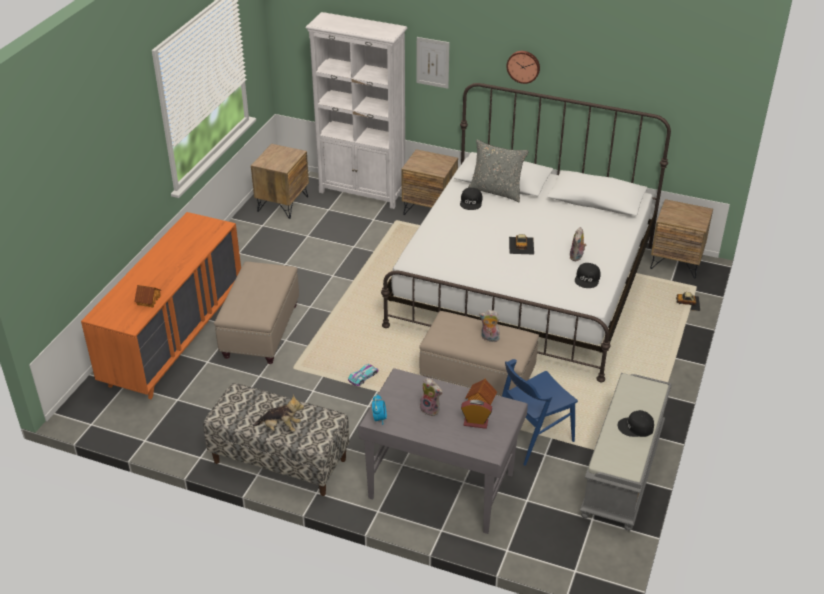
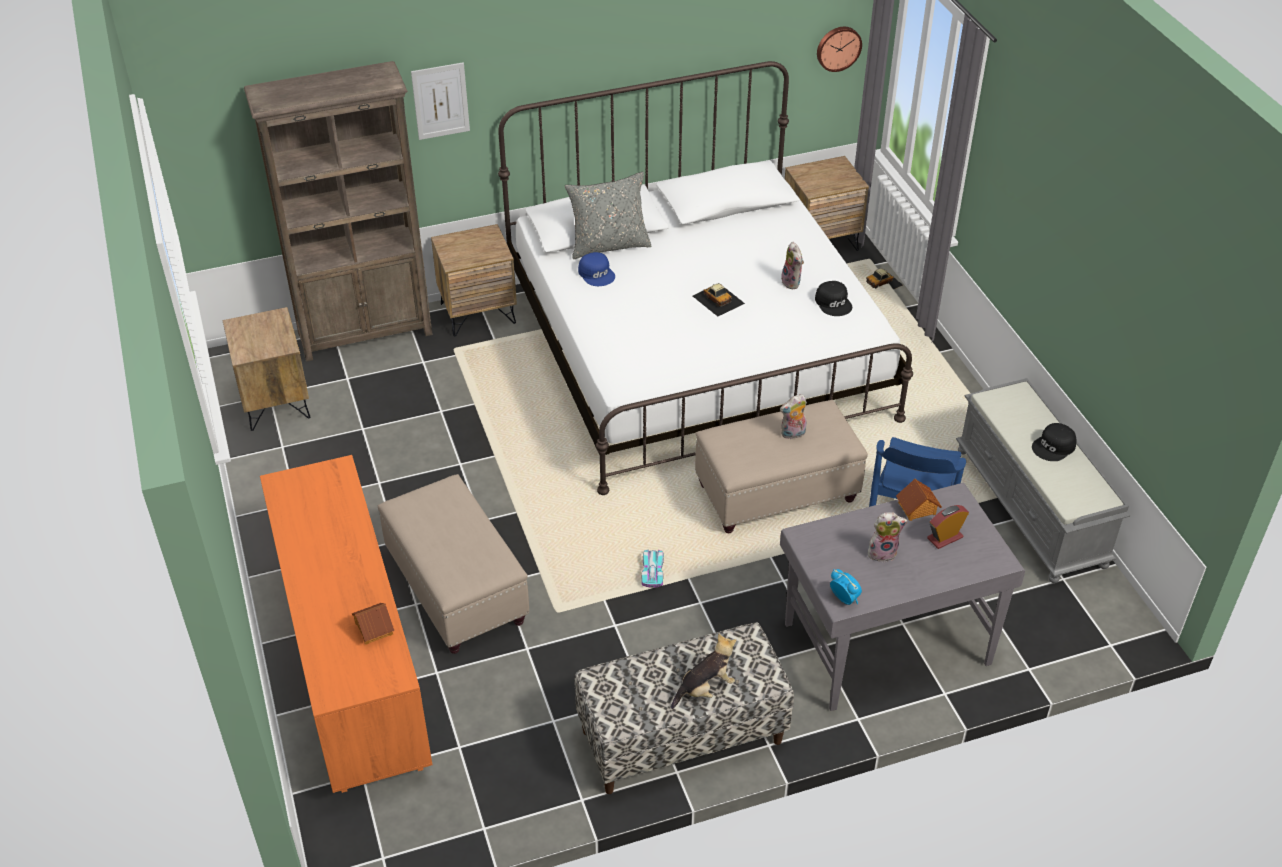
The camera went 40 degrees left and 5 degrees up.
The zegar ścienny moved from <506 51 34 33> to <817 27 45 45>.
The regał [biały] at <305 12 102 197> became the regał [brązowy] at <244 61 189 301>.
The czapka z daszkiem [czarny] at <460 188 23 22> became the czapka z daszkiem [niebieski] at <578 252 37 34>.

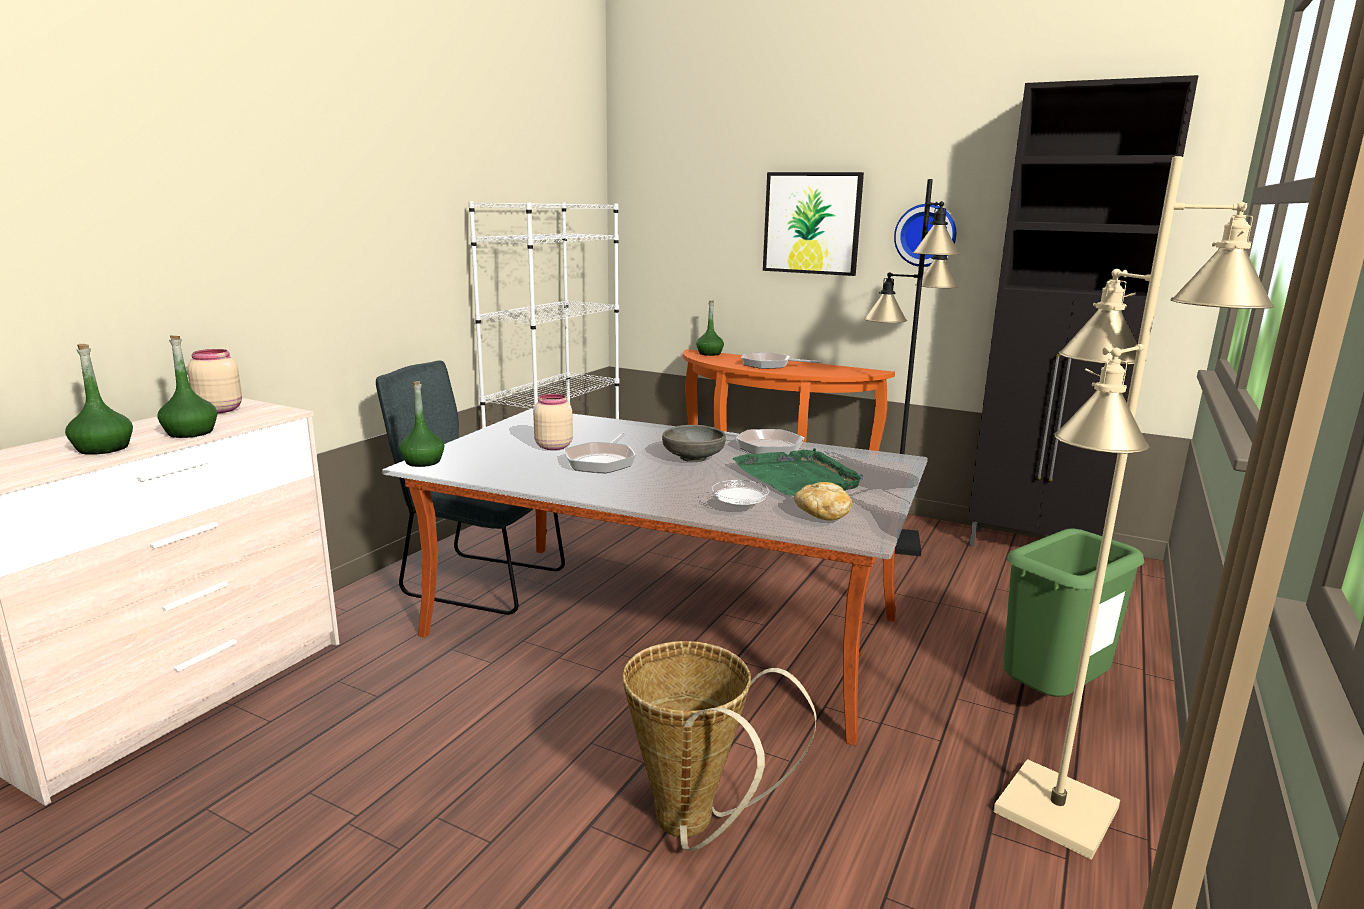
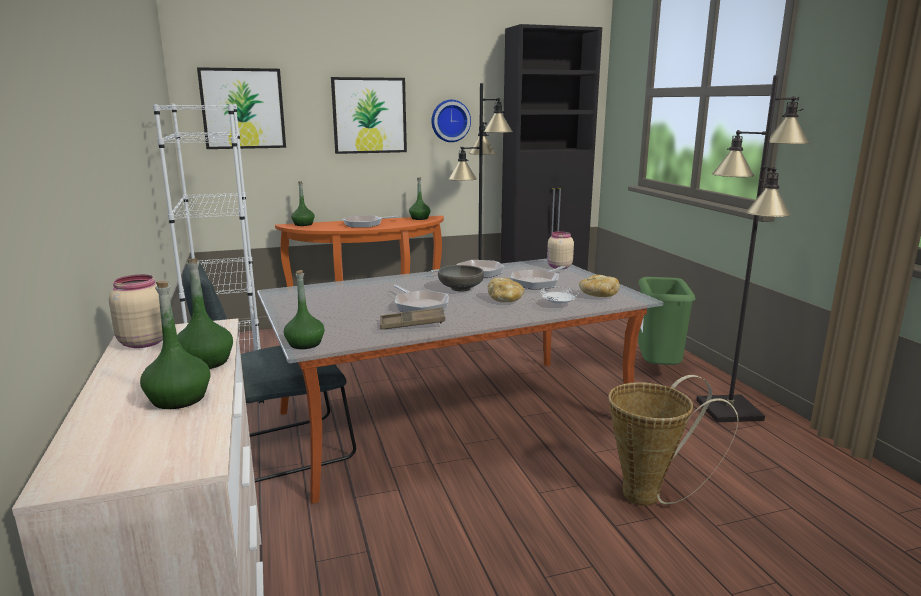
The camera went 45 degrees left and 0 degrees up.
The obraz at <197 67 89 82> appeared.
The taca [brązowy] at <380 307 65 22> appeared.
The butelka [zielony] at <409 177 22 43> appeared.
The chleb at <488 278 36 24> appeared.
The słoik [beżowy] moved from <533 394 40 56> to <547 231 27 38>.
The taca [zielony] at <733 448 130 48> was replaced by the patelnia at <511 266 54 24>.
The lampa stojąca [beżowy] at <993 156 282 704> became the lampa stojąca [czarny] at <696 75 114 347>.

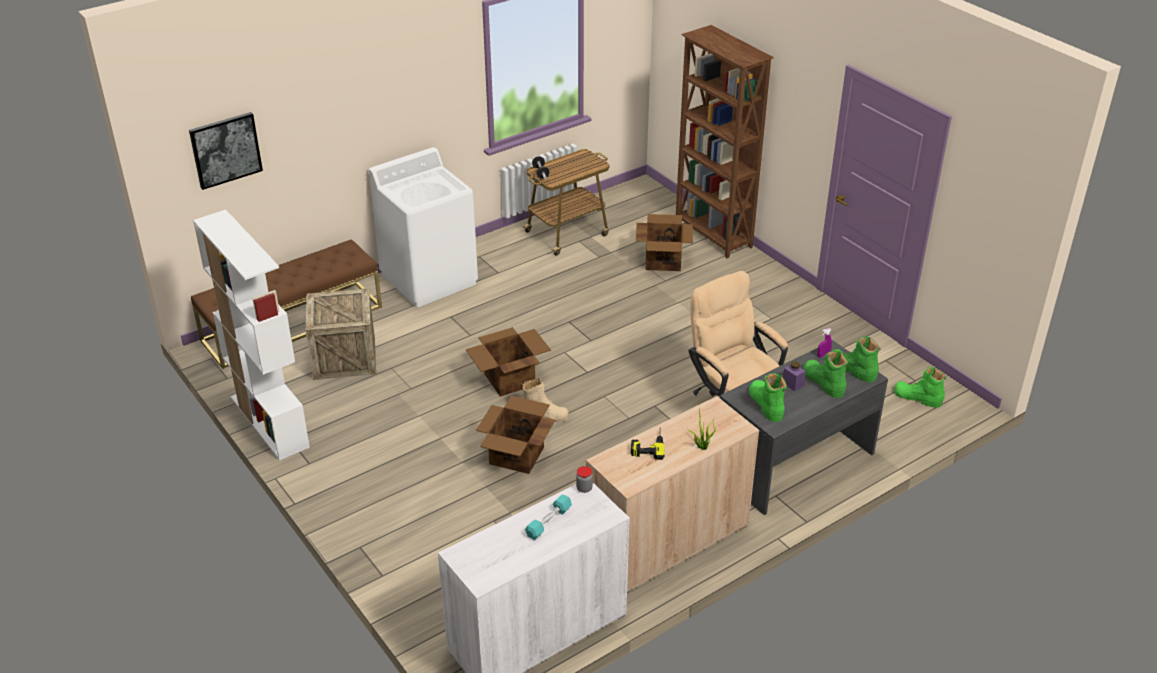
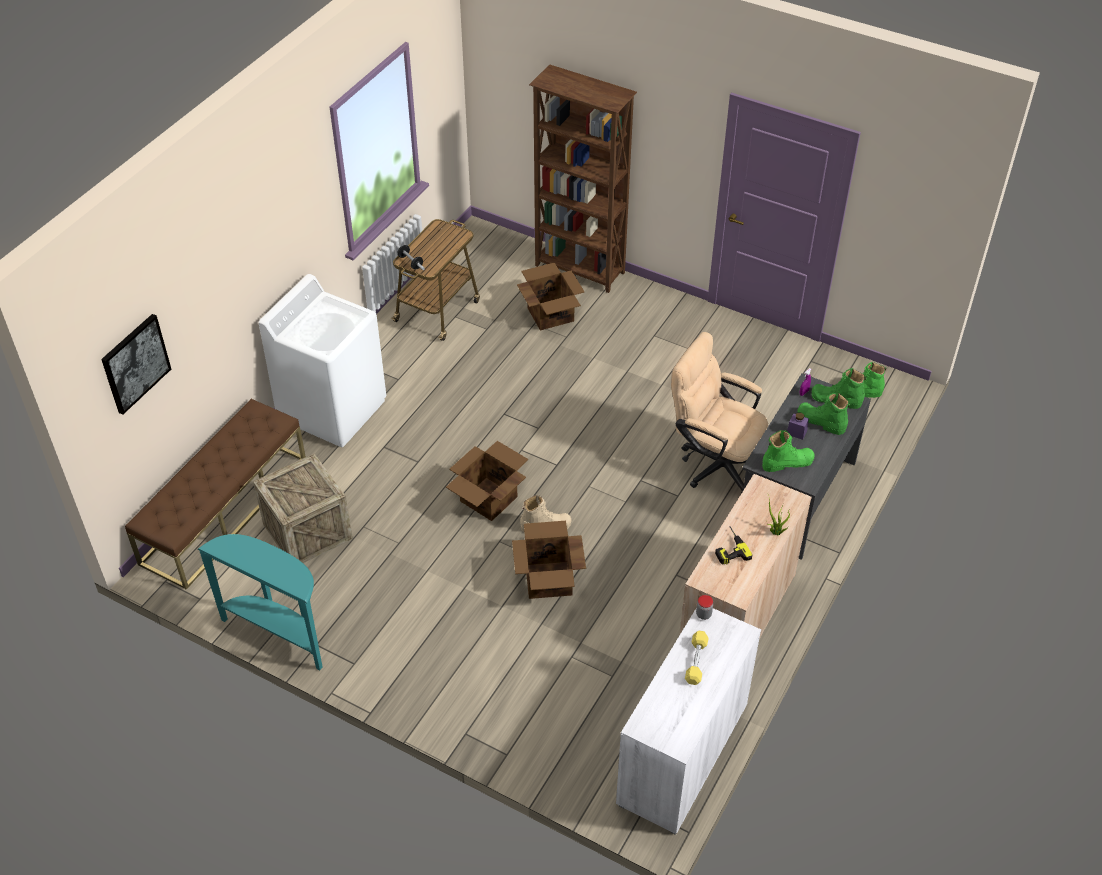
The camera went 25 degrees left and 10 degrees up.
The regał [biały] at <193 210 117 251> was replaced by the stolik konsolowy [turkusowy] at <198 534 124 136>.
The hantel [turkusowy] at <525 494 47 46> became the hantel [żółty] at <685 631 24 54>.
The but z cholewką [zielony] at <749 373 38 49> turned 120 degrees clockwise.

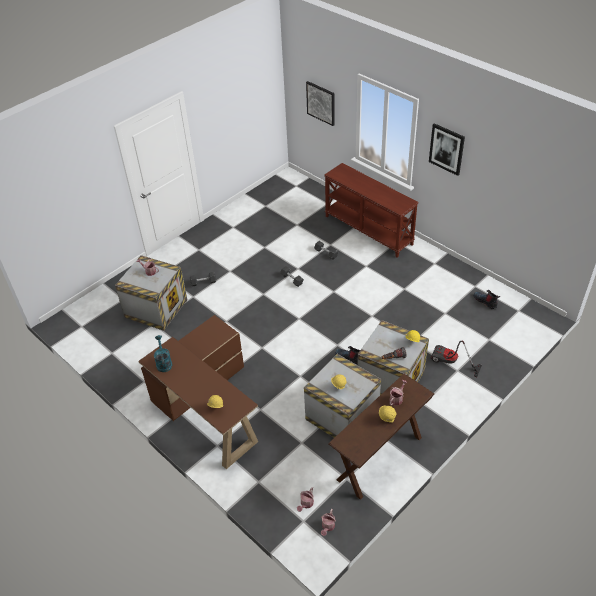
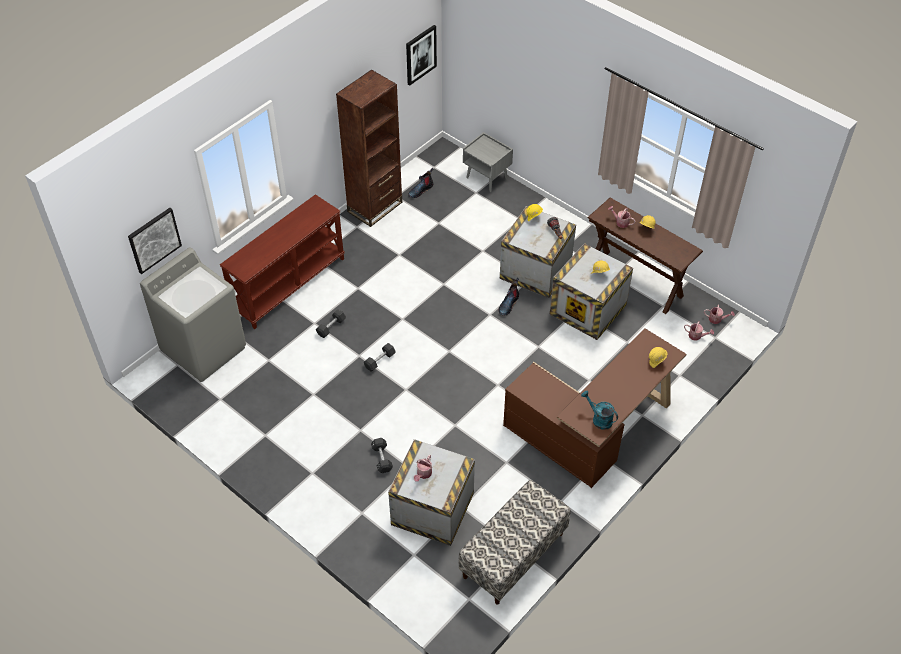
The camera went 95 degrees left and 5 degrees up.
The odkurzacz at <431 341 51 36> disappeared.
The pralka [szary] at <140 247 106 135> appeared.
The regał [brązowy] at <336 70 66 157> appeared.
The ławka at <459 480 112 125> appeared.
The szafka nocna [szary] at <463 132 50 60> appeared.
The obraz moved from <429 123 36 53> to <406 25 31 60>.
The konewka [turkusowy] at <154 335 18 37> turned 60 degrees clockwise.

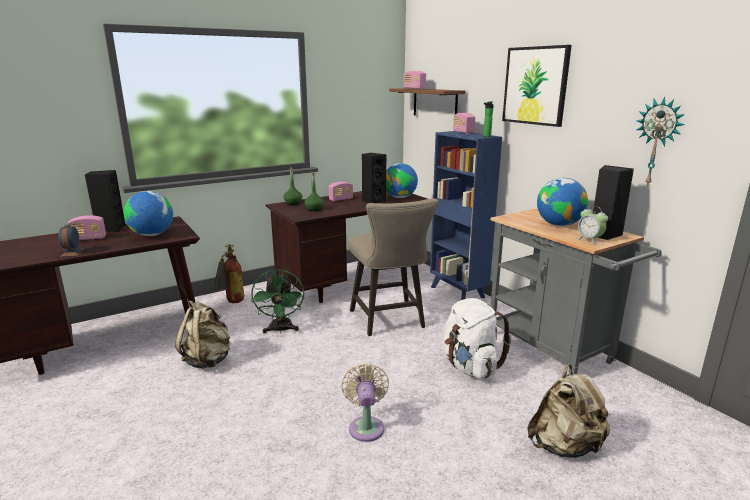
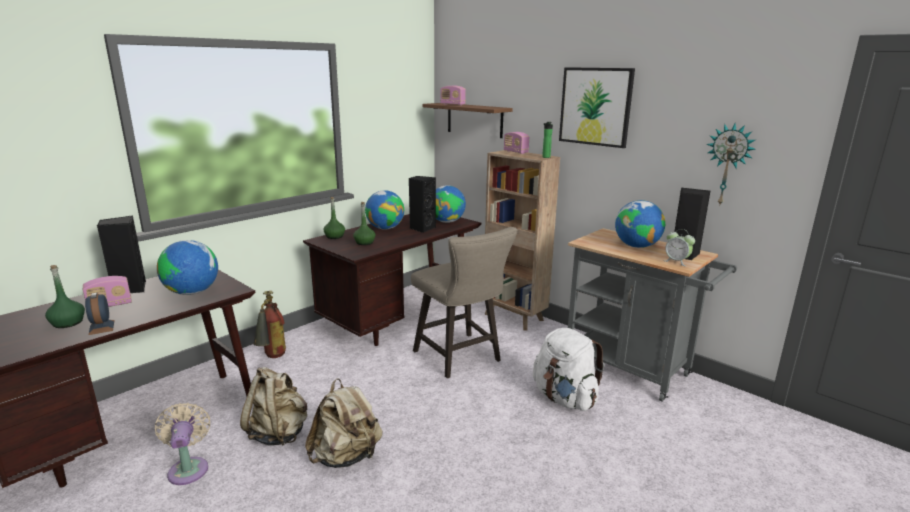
The camera went 15 degrees left and 0 degrees up.
The wentylator [zielony] at <251 269 53 64> disappeared.
The butelka [zielony] at <45 265 40 63> appeared.
The wentylator [beżowy] moved from <341 363 48 79> to <155 403 55 82>.
The plecak [beżowy] moved from <527 364 84 94> to <305 379 77 89>.
The radio at <329 182 24 19> was replaced by the globus at <365 190 39 40>.
The regał [niebieski] at <430 131 72 169> became the regał [brązowy] at <485 150 75 180>.

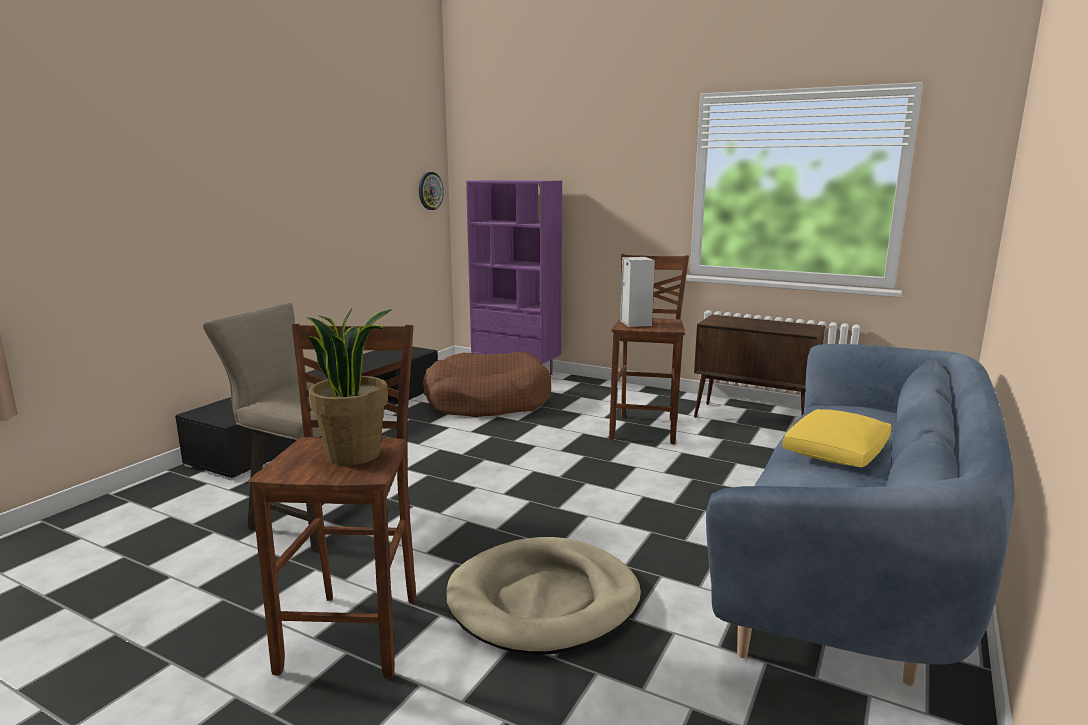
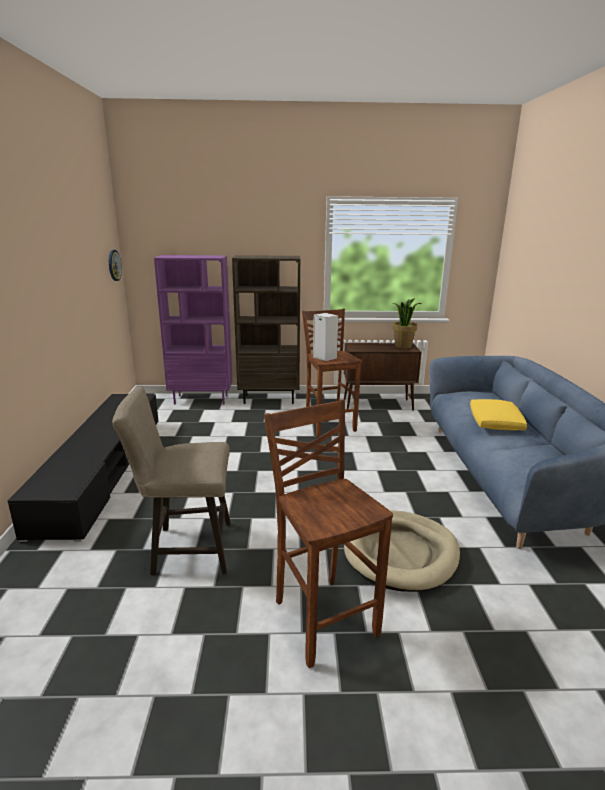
The camera went 30 degrees left and 5 degrees up.
The legowisko [brązowy] at <423 352 128 65> disappeared.
The regał [brązowy] at <232 255 68 149> appeared.
The roślina doniczkowa moved from <306 309 86 156> to <393 298 28 51>.

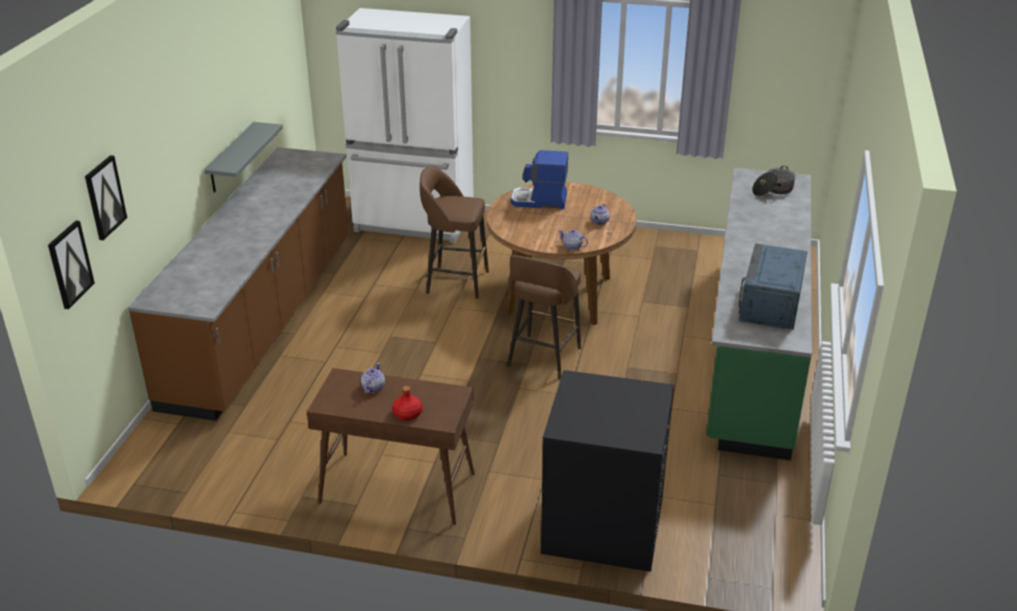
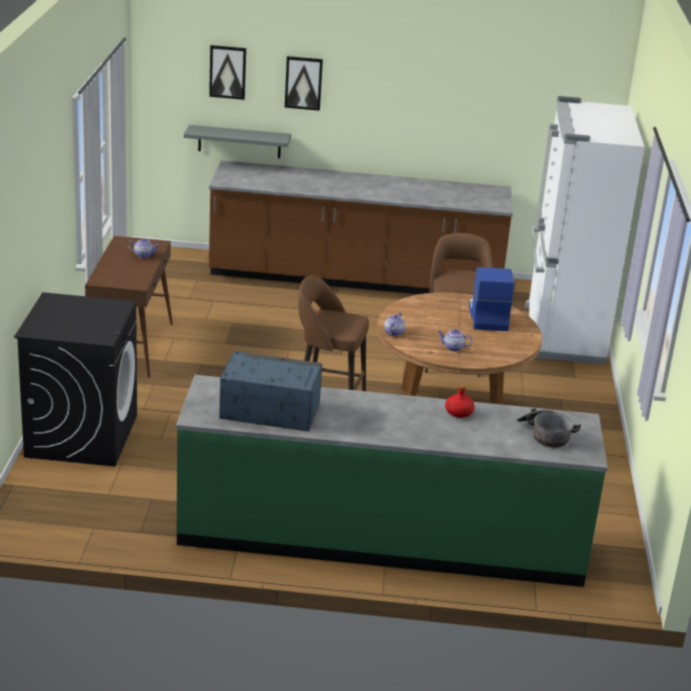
The camera went 80 degrees right and 5 degrees down.
The obraz moved from <48 221 47 88> to <285 56 38 55>.
The półka [szary] moved from <204 122 79 71> to <184 125 107 33>.
The butelka [czerwony] moved from <392 386 30 34> to <445 384 30 34>.

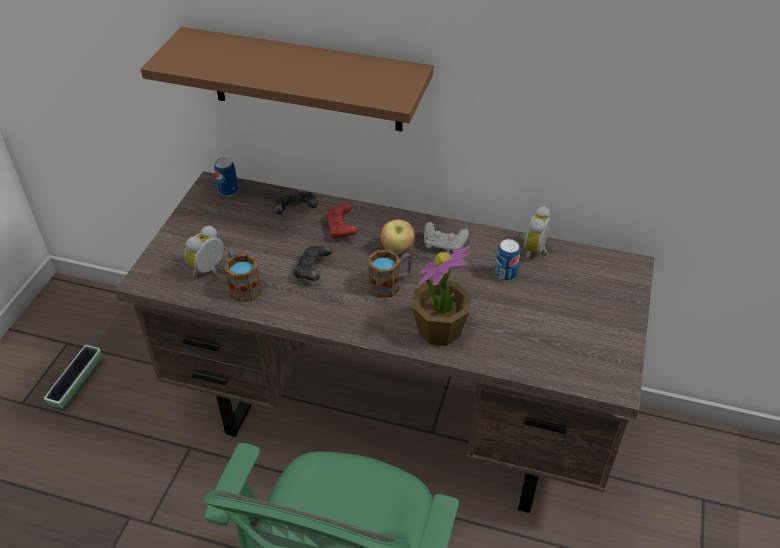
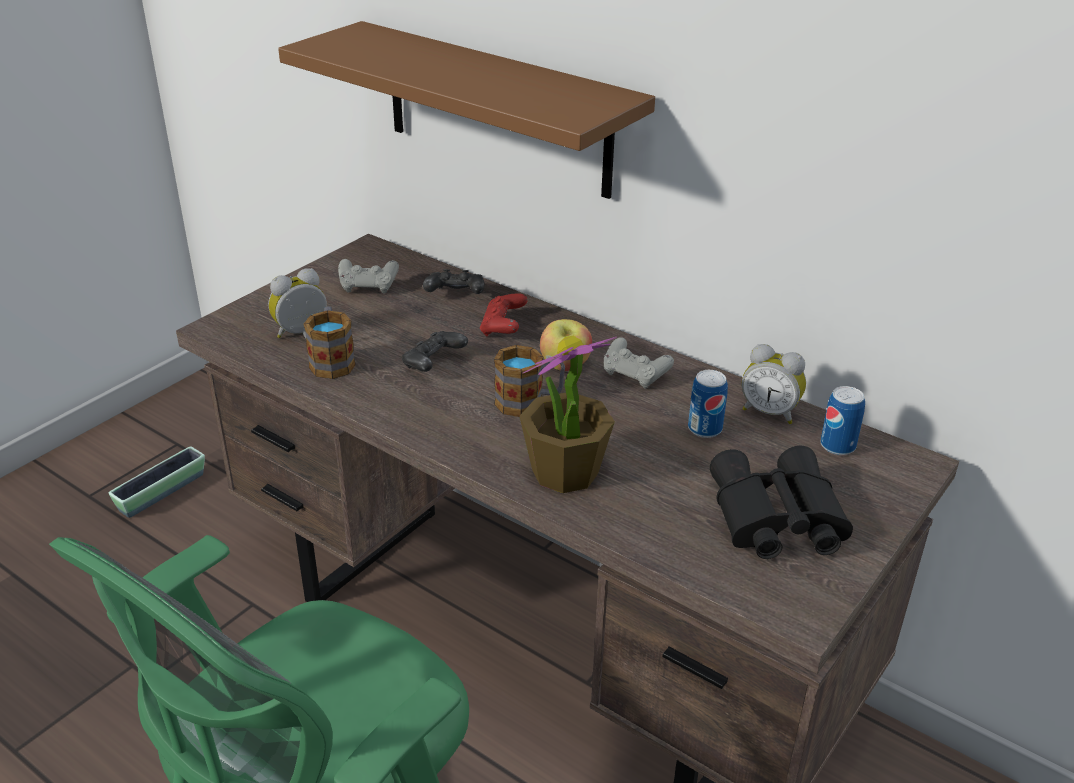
The camera went 20 degrees right and 10 degrees down.
The pad do gier [szary] at <338 259 61 35> appeared.
The lornetka [czarny] at <710 446 143 113> appeared.
The puszka moved from <214 157 24 39> to <820 386 45 69>.
The budzik at <524 206 27 54> turned 105 degrees counterclockwise.

